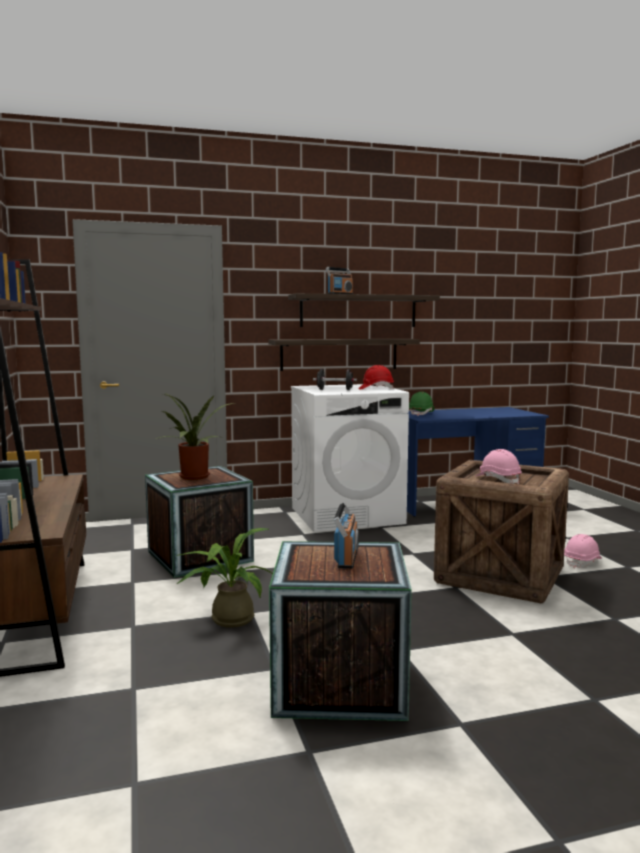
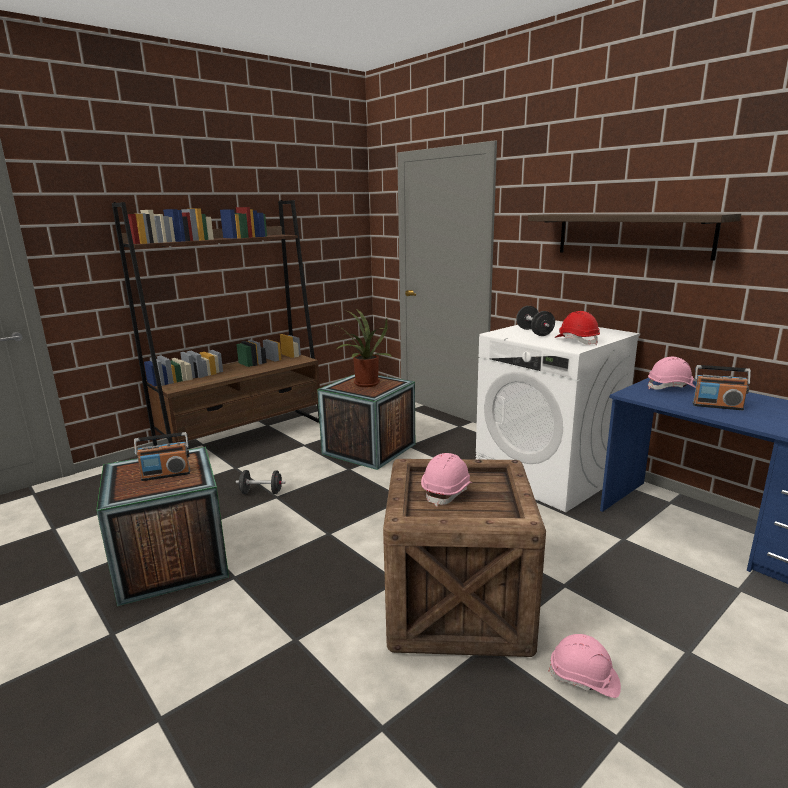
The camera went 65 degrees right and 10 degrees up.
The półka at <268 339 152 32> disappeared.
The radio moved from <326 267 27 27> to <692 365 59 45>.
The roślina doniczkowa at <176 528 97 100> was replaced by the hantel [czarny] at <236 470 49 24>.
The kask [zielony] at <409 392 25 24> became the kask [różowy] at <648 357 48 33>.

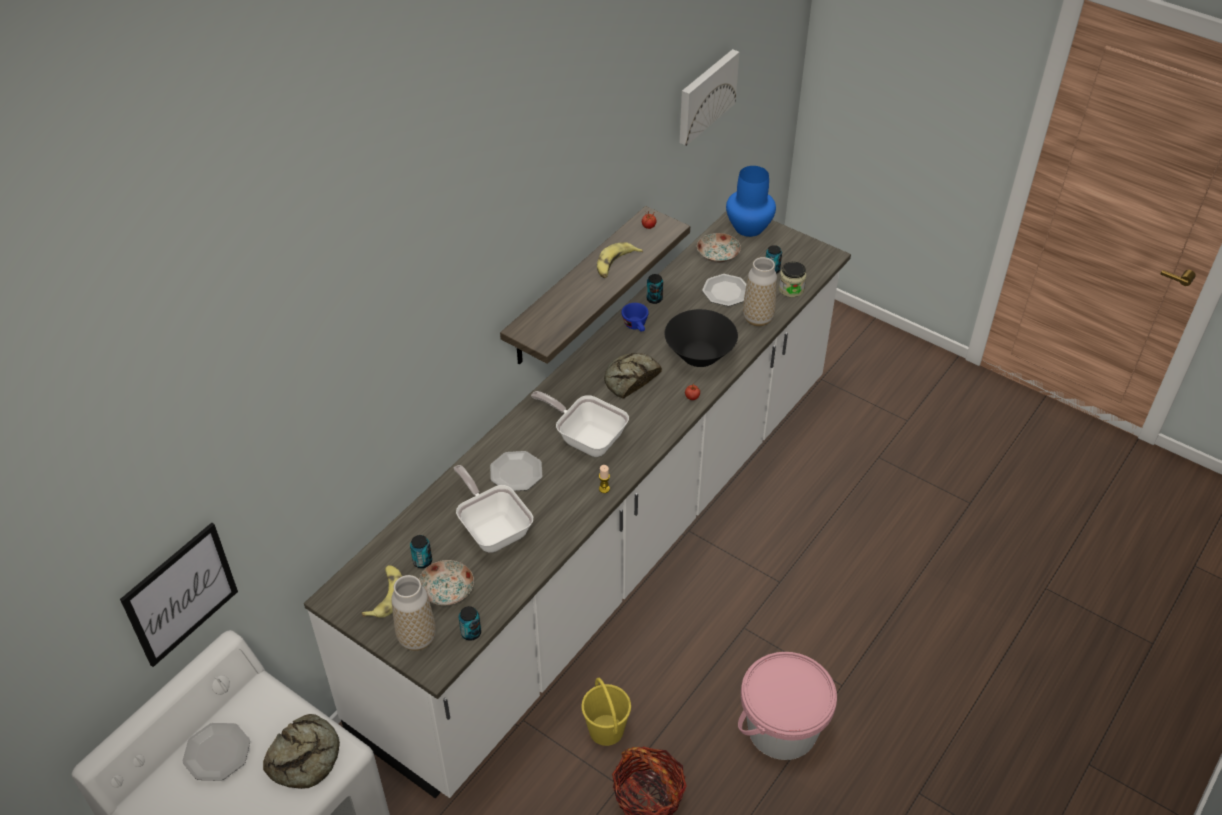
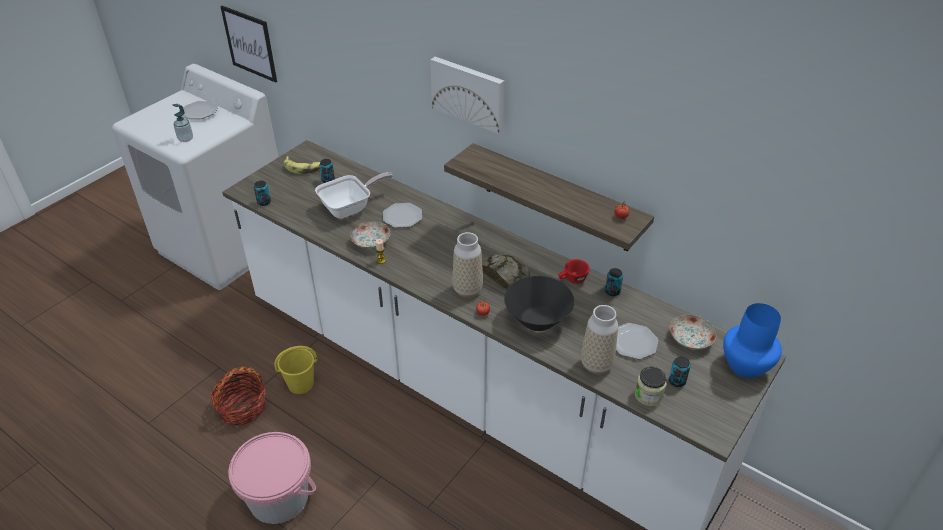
The camera went 90 degrees right and 5 degrees down.
The patelnia at <531 391 98 66> disappeared.
The banan at <597 242 46 36> disappeared.
The wazon moved from <391 575 45 76> to <453 232 30 66>.
The talerz moved from <419 560 55 46> to <350 221 40 28>.
The obraz moved from <680 49 60 97> to <430 57 74 77>.
The chleb at <263 714 77 75> was replaced by the dozownik mydła at <172 104 21 38>.
The filiżanka [niebieski] at <621 303 28 28> became the filiżanka [czerwony] at <558 259 32 25>.

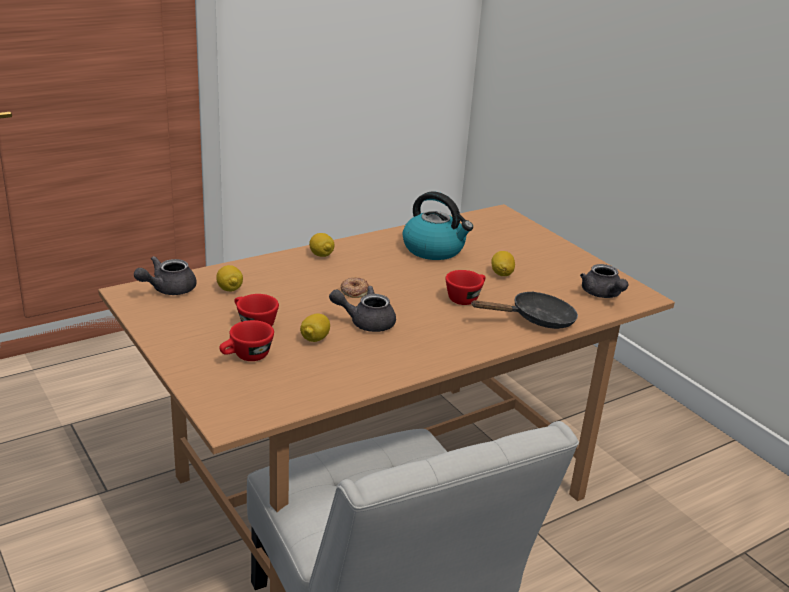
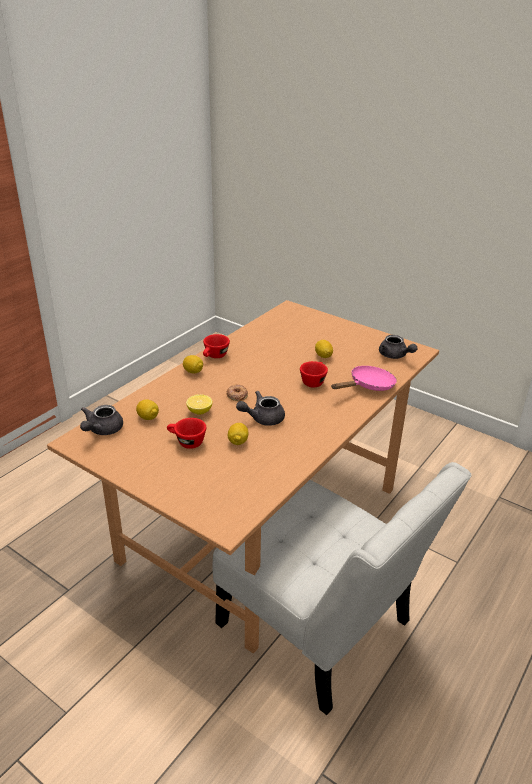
The camera went 20 degrees left and 5 degrees up.
The czajnik at <403 192 70 68> disappeared.
The cytryna at <186 394 26 21> appeared.
The filiżanka [czerwony] moved from <219 320 55 41> to <203 334 27 24>.
The patelnia [czarny] at <471 291 107 38> became the patelnia [różowy] at <331 366 66 25>.

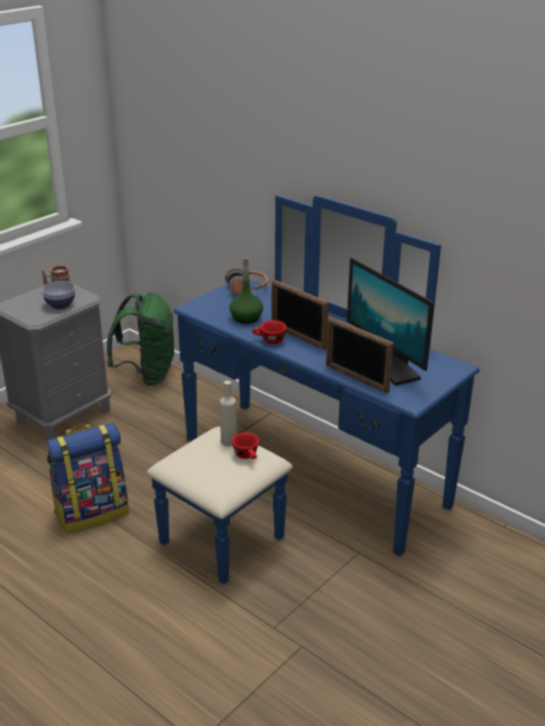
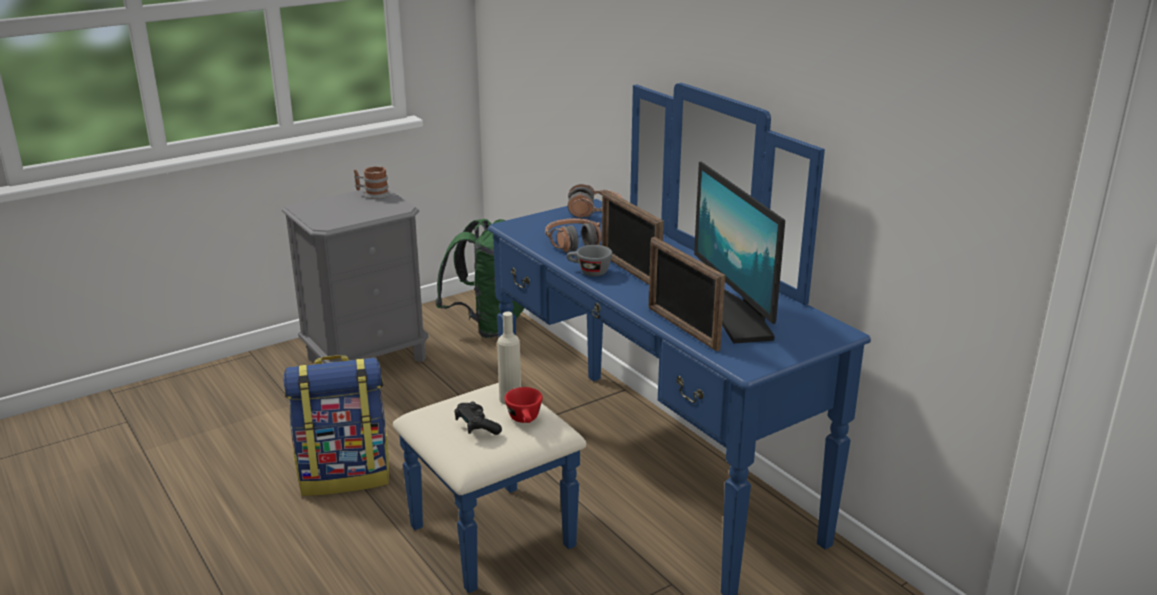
The camera went 15 degrees right and 5 degrees down.
The miska at <42 281 33 28> disappeared.
The pad do gier [czarny] at <455 402 47 33> appeared.
The butelka [zielony] at <229 258 34 66> was replaced by the słuchawki at <545 218 57 35>.
The filiżanka [czerwony] at <252 320 35 24> became the filiżanka [szary] at <567 245 45 31>.

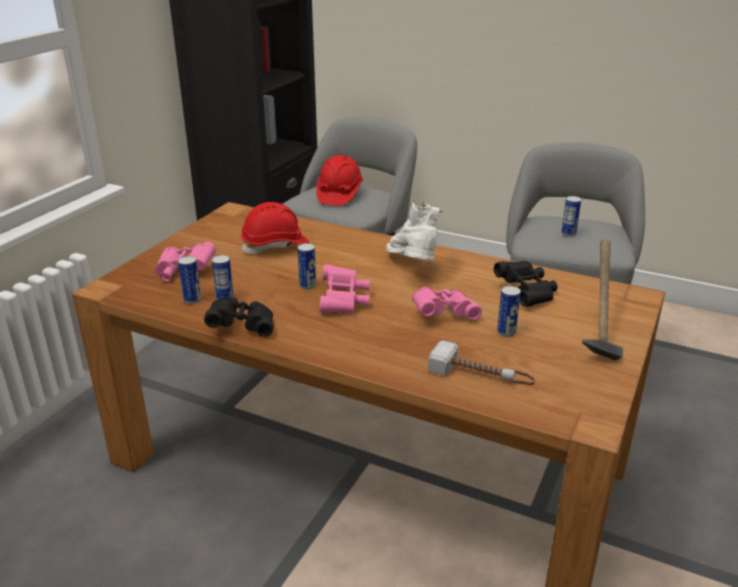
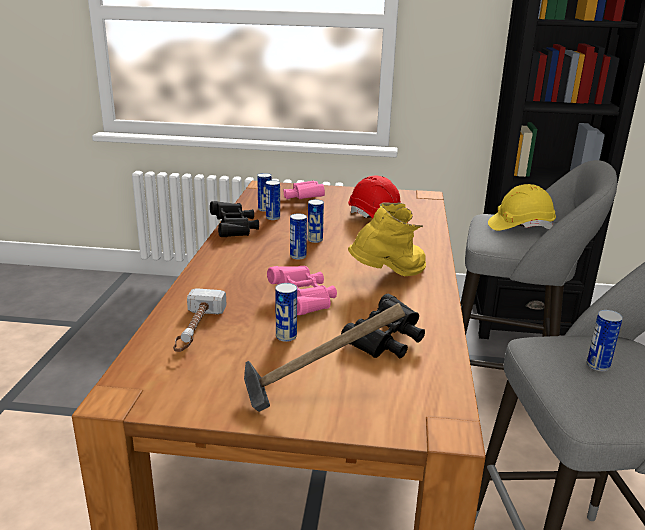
The camera went 70 degrees right and 5 degrees down.
The lornetka [różowy] at <319 264 51 50> was replaced by the puszka at <290 213 17 47>.
The kask [czerwony] at <316 155 47 51> became the kask [żółty] at <488 184 68 47>.
The but z cholewką [biały] at <386 200 57 62> became the but z cholewką [żółty] at <348 202 78 74>.

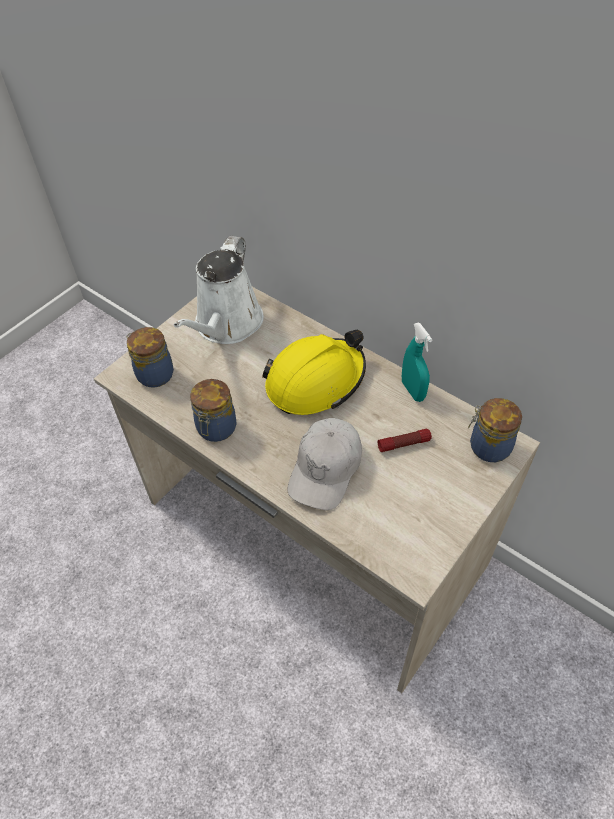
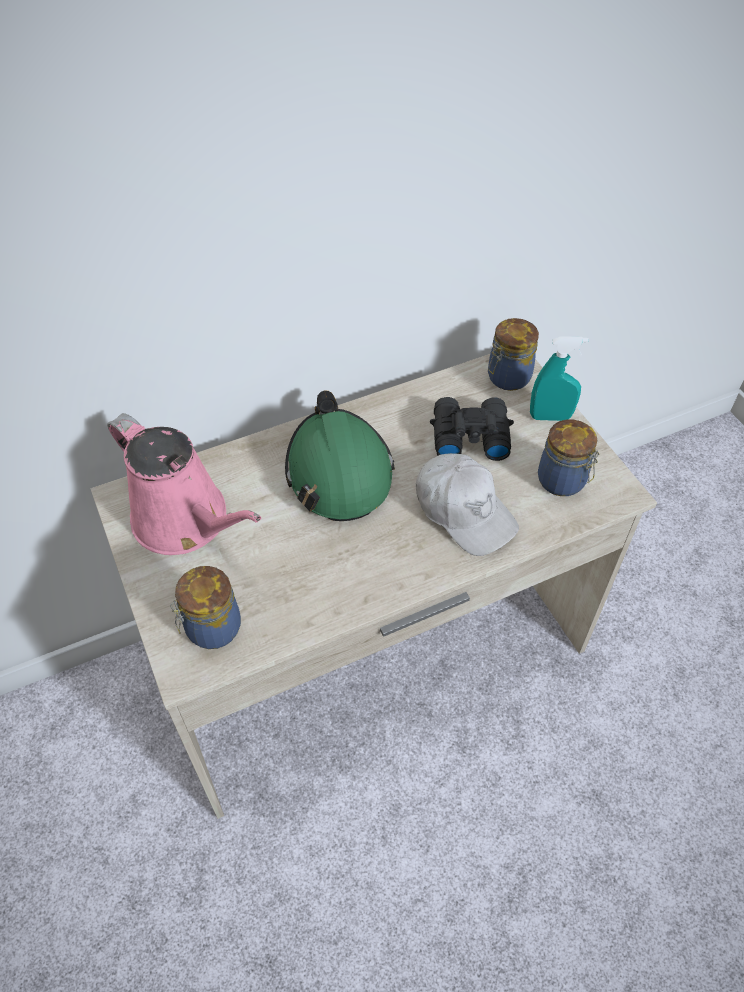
The camera went 65 degrees left and 0 degrees up.
The słoik moved from <190 379 47 63> to <538 419 61 77>.
The spryskiwacz [turkusowy] moved from <402 323 30 79> to <530 336 59 85>.
The latarka at <378 429 54 23> was replaced by the lornetka [czarny] at <430 397 84 64>.
The konewka [biały] at <174 236 90 108> became the konewka [różowy] at <108 413 153 142>.
The kask [żółty] at <262 330 104 85> became the kask [zielony] at <285 390 110 131>.

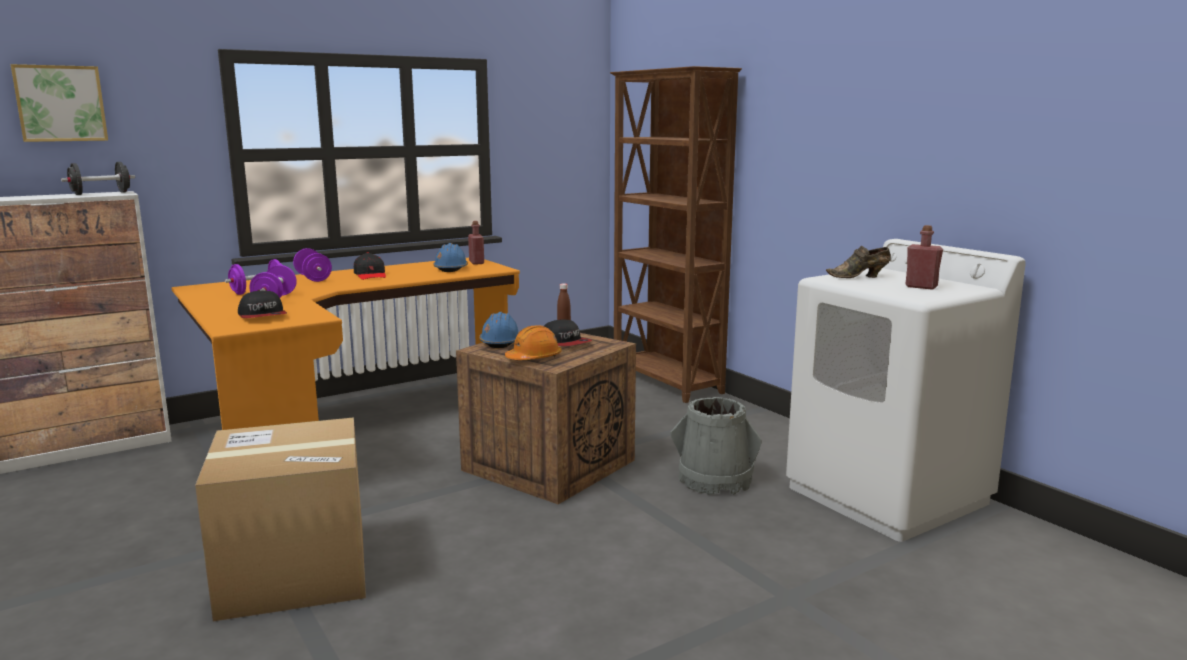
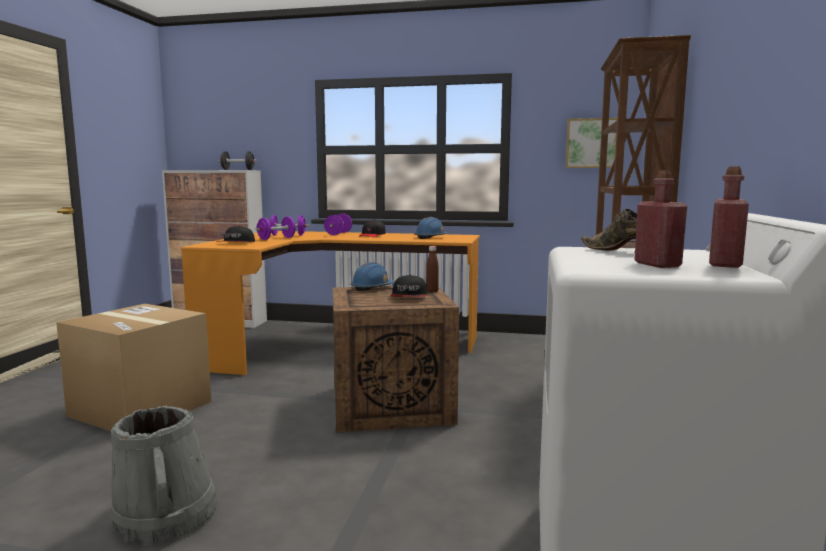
The camera went 45 degrees right and 5 degrees down.
The kask [pomarańczowy] at <505 325 57 35> disappeared.
The obraz moved from <11 64 97 78> to <566 118 51 50>.
The butelka [czerwony] moved from <468 221 16 44> to <709 166 40 102>.
The wiadro [szary] moved from <670 397 92 98> to <110 406 107 140>.

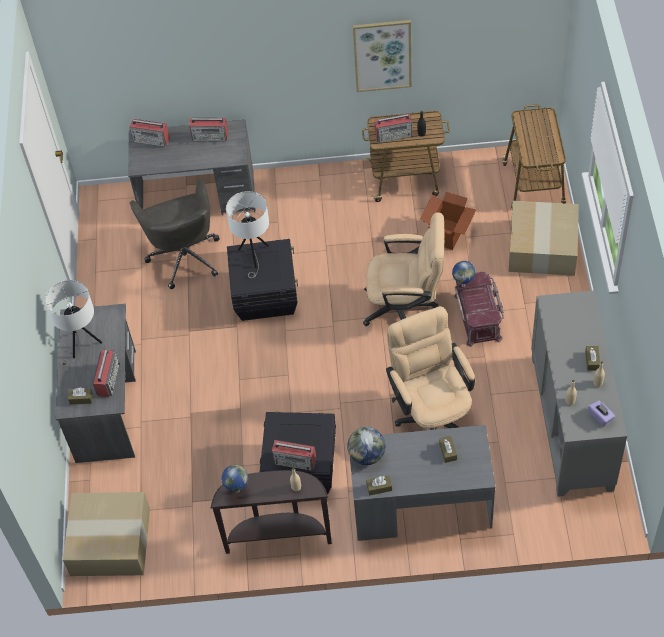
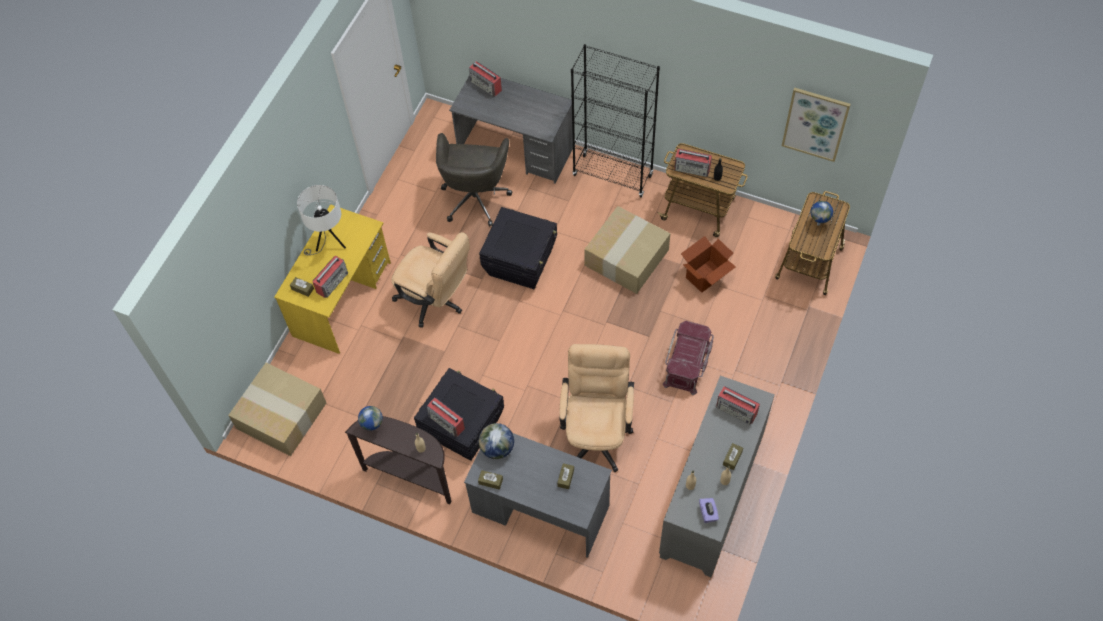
The camera went 25 degrees right and 5 degrees up.
The lampa stołowa [biały] at <226 191 43 87> disappeared.
The regał [czarny] at <571 44 89 153> appeared.
The radio moved from <189 118 40 24> to <716 386 44 38>.
The obraz moved from <353 20 59 72> to <782 87 69 75>.
The krzesło biurowe [beżowy] moved from <363 212 81 114> to <391 232 79 96>.
The globus moved from <452 261 24 26> to <811 201 22 25>.
The karton moved from <509 201 70 75> to <584 206 86 88>.
The biurko [szary] at <56 304 80 159> became the biurko [żółty] at <274 204 117 150>.

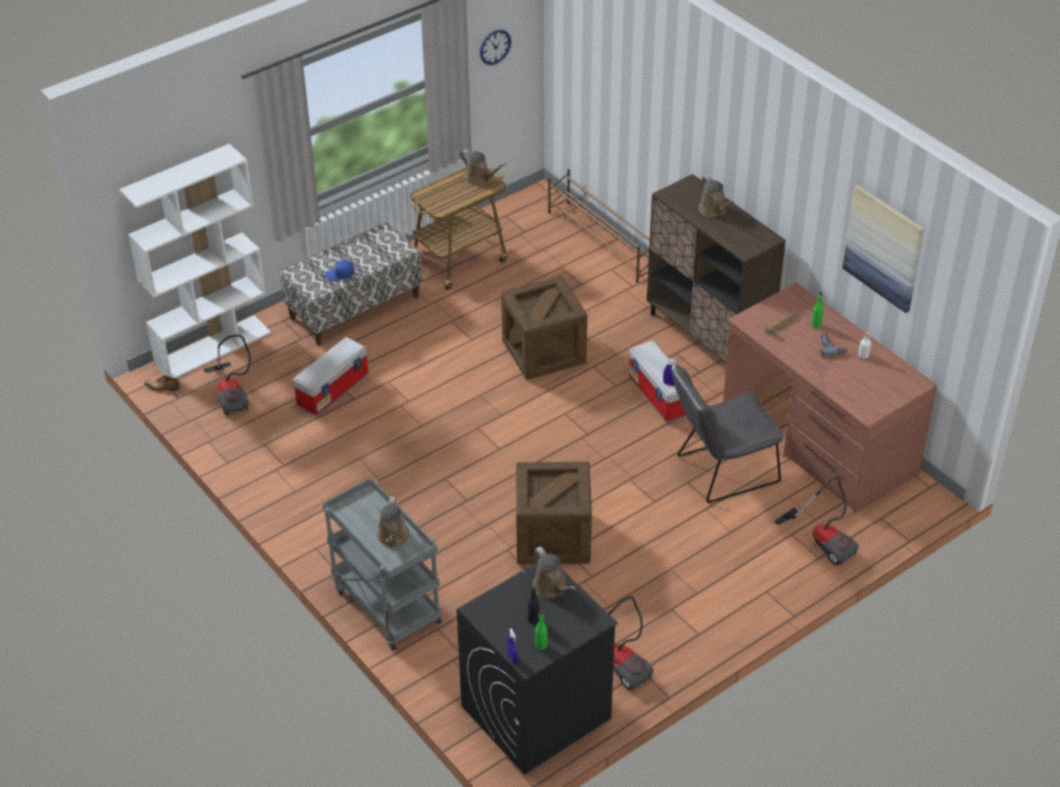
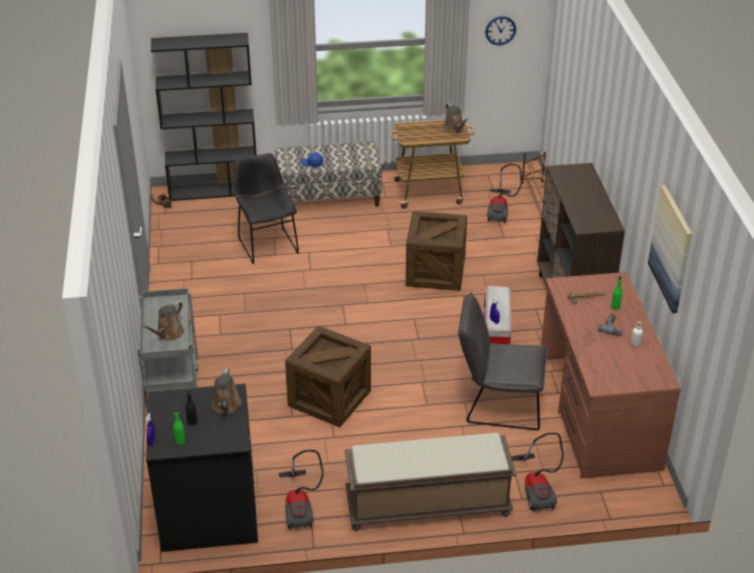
The camera went 30 degrees right and 5 degrees down.
The konewka [brązowy] at <699 175 36 42> disappeared.
The ławka [brązowy] at <345 433 171 98> appeared.
The odkurzacz moved from <204 335 47 81> to <487 164 35 59>.
The pojemnik do przechowywania at <293 337 75 79> was replaced by the krzesło [czarny] at <235 153 64 111>.
The regał [biały] at <119 144 152 234> became the regał [czarny] at <151 33 105 168>.

